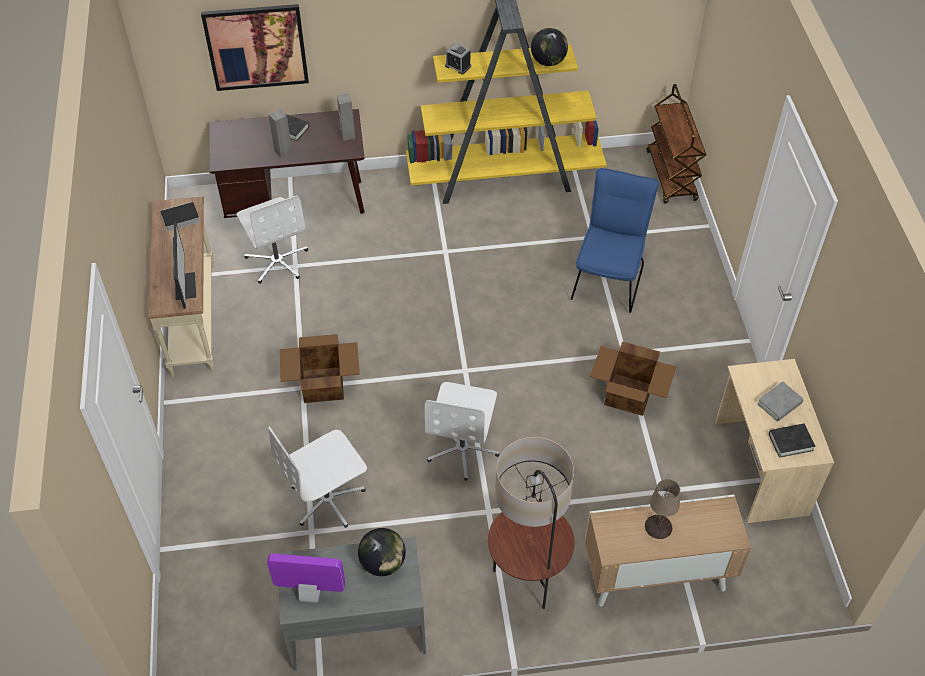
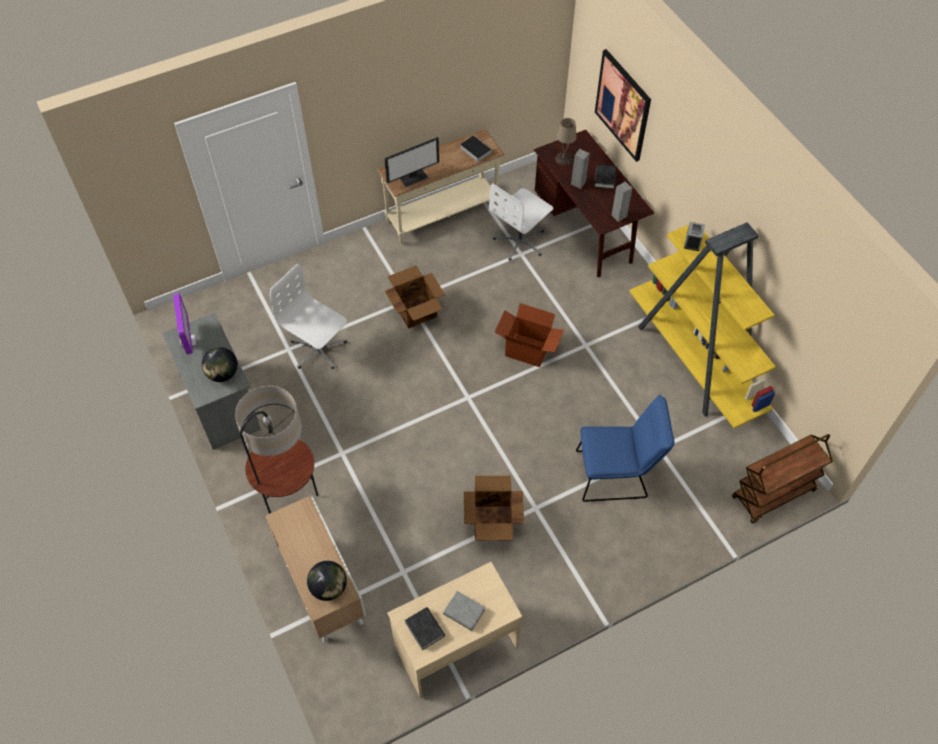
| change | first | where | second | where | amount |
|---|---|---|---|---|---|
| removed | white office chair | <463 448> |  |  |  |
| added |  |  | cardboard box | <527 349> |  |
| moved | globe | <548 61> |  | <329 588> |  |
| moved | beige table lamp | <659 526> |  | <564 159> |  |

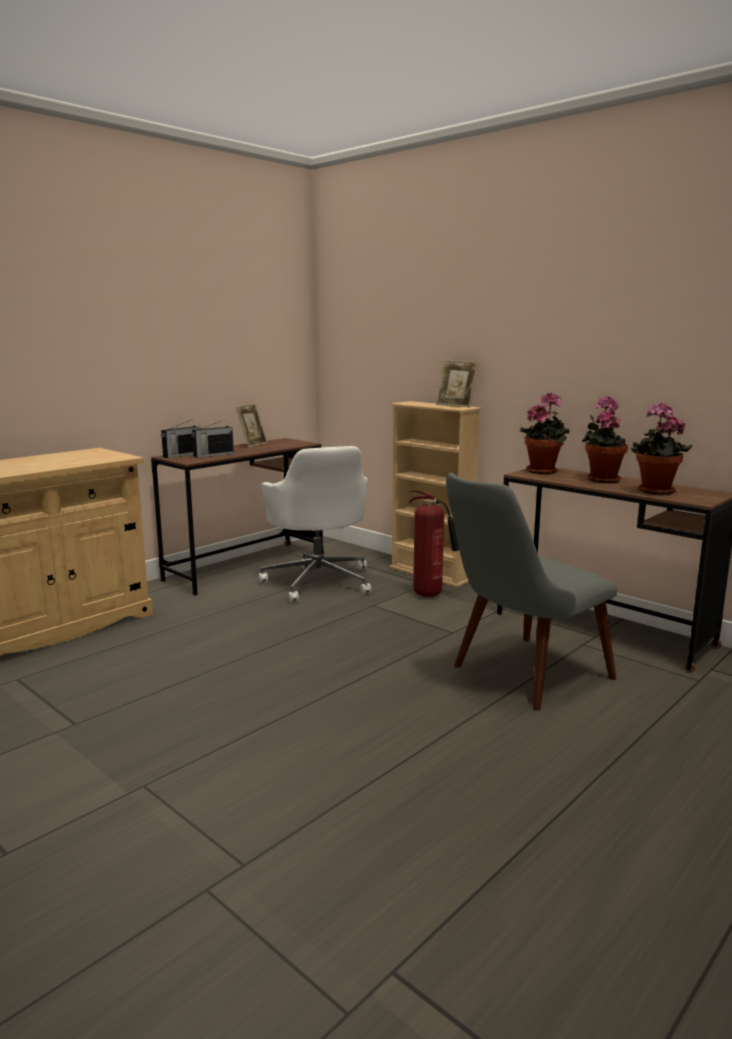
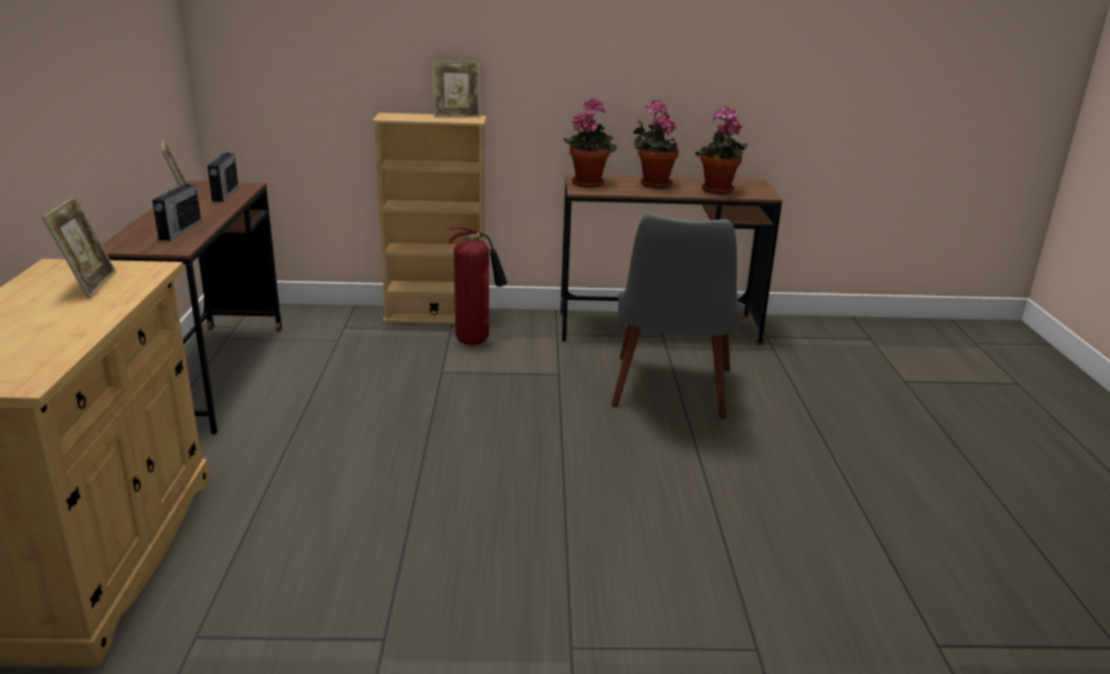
| change | first | where | second | where | amount |
|---|---|---|---|---|---|
| removed | white office chair | <318 581> |  |  |  |
| added |  |  | picture frame | <89 285> |  |
| moved | radio | <181 455> |  | <225 194> |  |

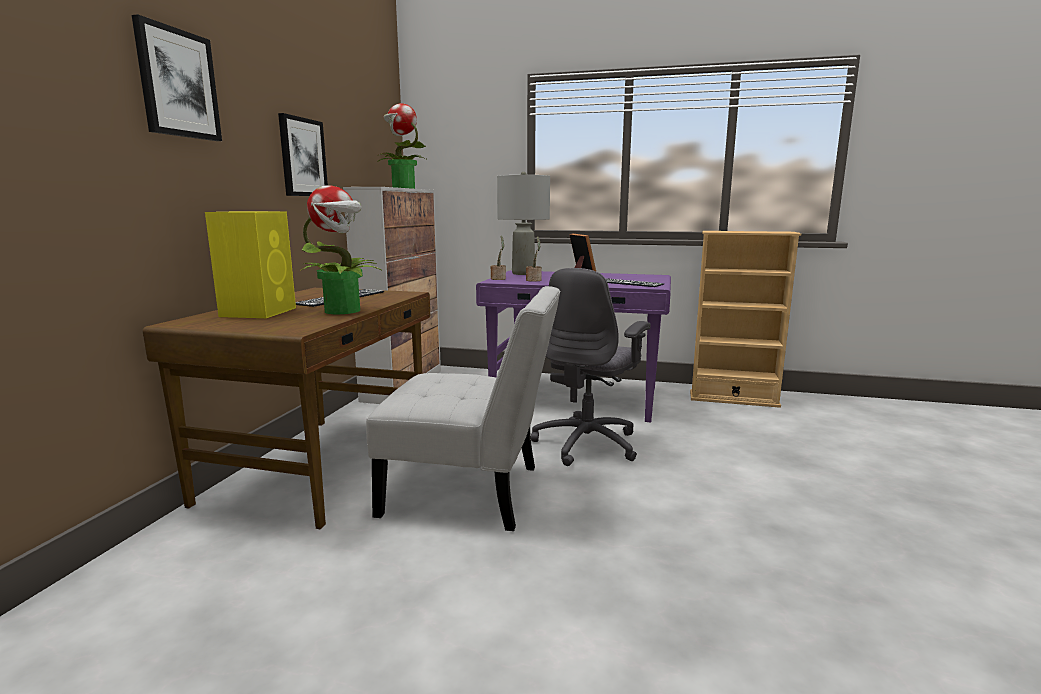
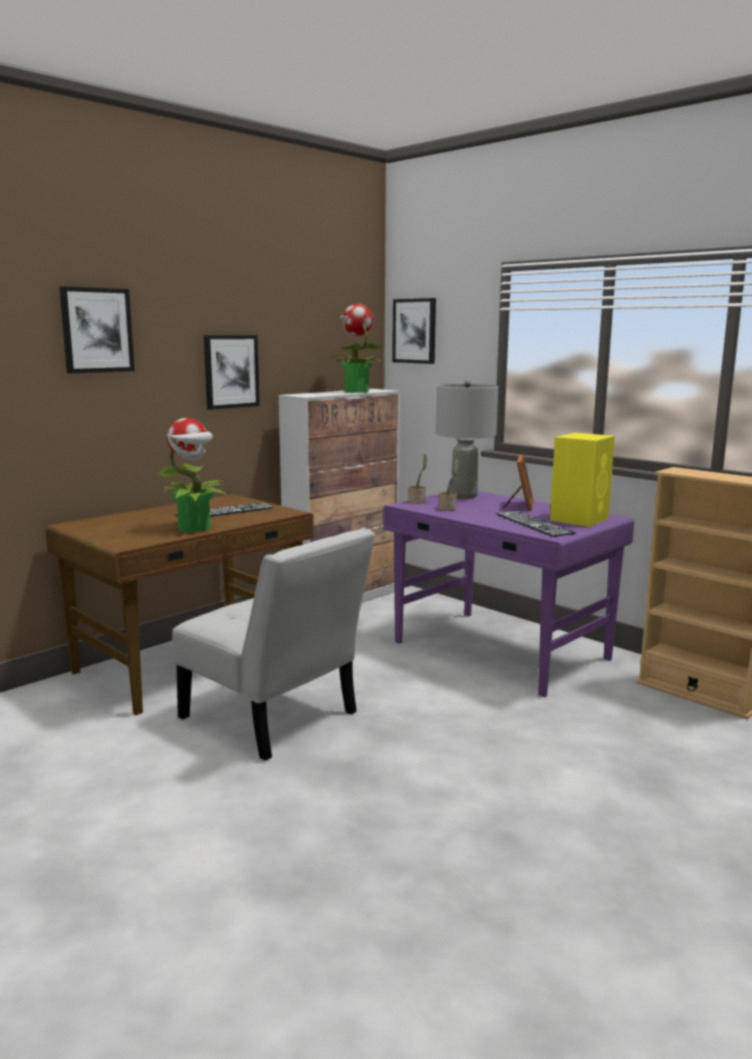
| change | first | where | second | where | amount |
|---|---|---|---|---|---|
| removed | grey office chair | <587 444> |  |  |  |
| added |  |  | picture | <415 331> |  |
| moved | yellow speaker | <259 312> |  | <580 519> |  |

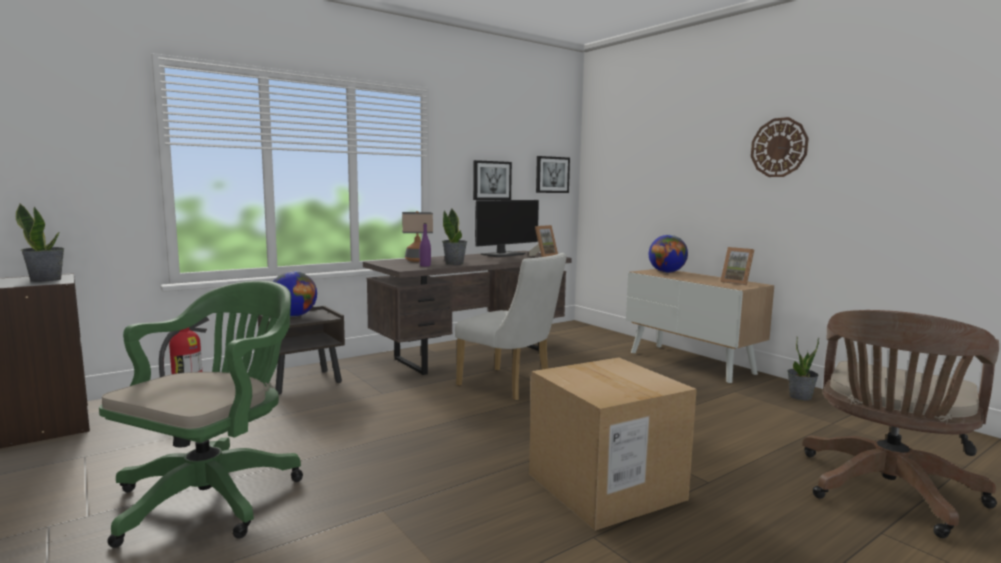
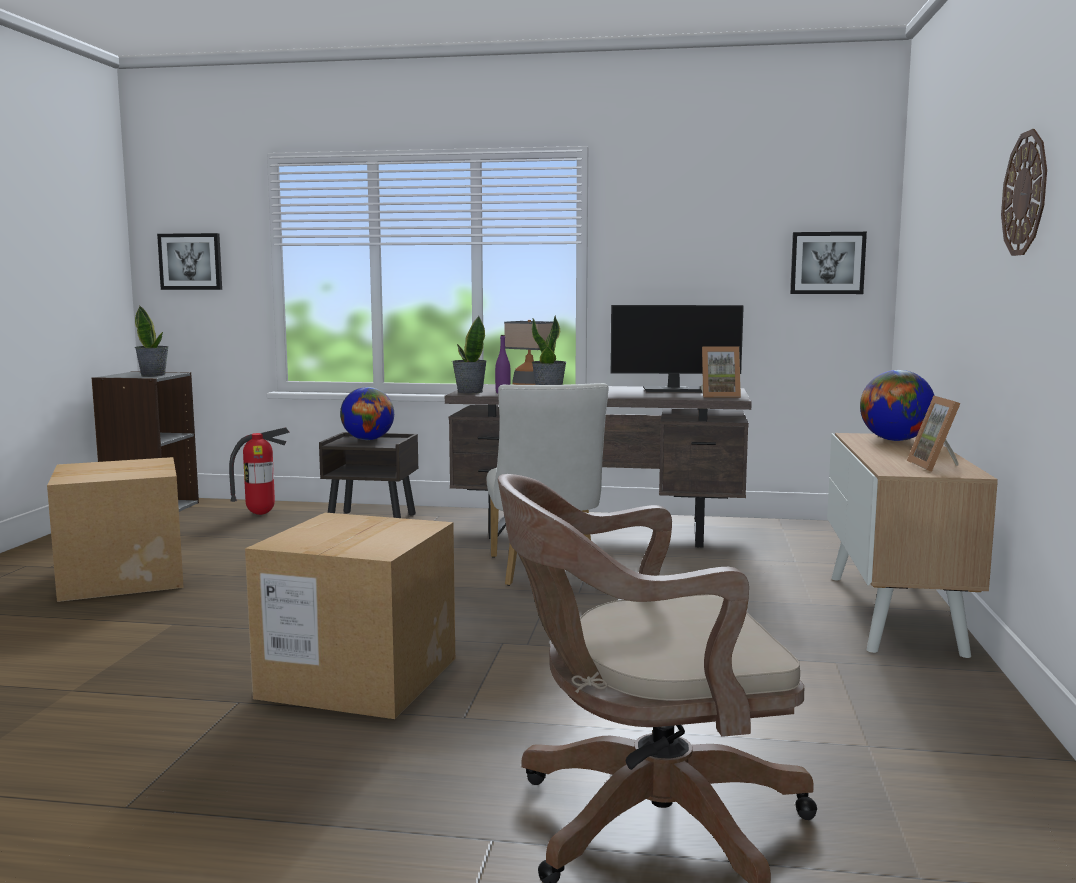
| change | first | where | second | where | amount |
|---|---|---|---|---|---|
| moved | picture | <491 180> |  | <191 261> |  |
| moved | potted plant | <800 397> |  | <469 392> |  |
| replaced | green office chair | <215 495> | cardboard box | <122 578> |  |

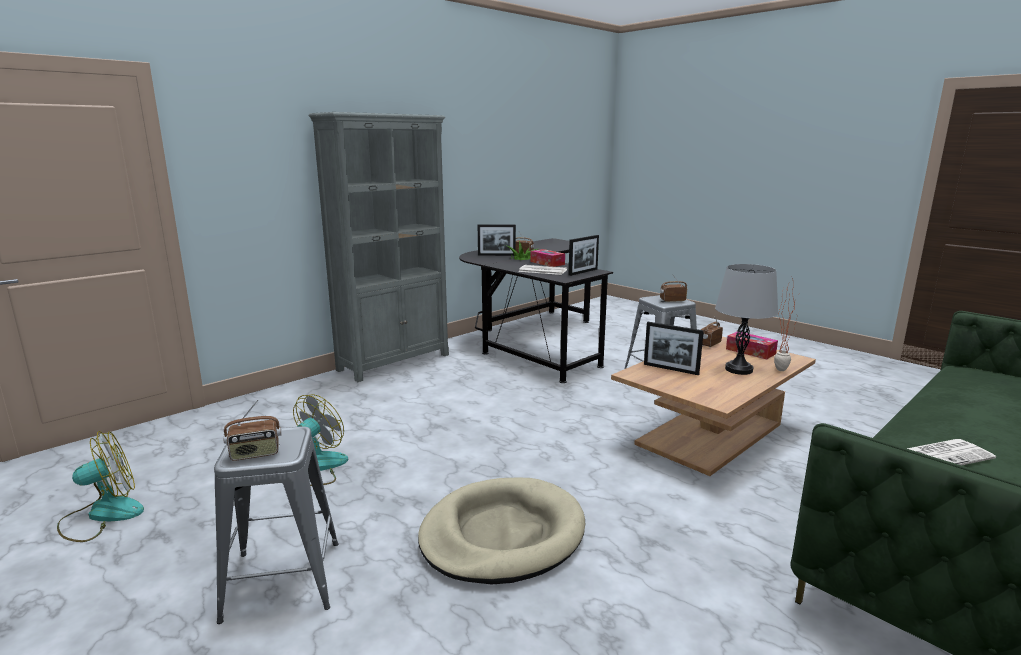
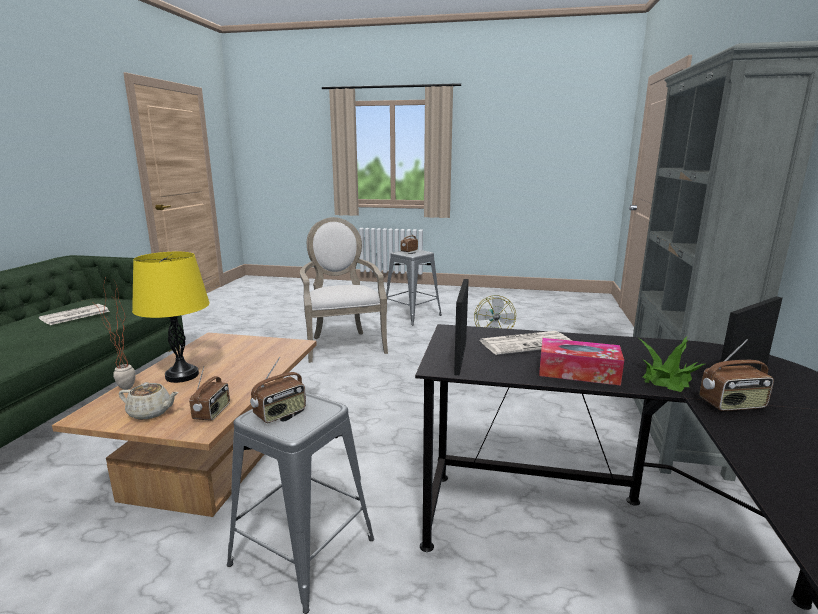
| change | first | where | second | where | amount |
|---|---|---|---|---|---|
| removed | fan | <102 515> |  |  |  |
| removed | picture frame | <671 369> |  |  |  |
| replaced | beige dog bed | <502 535> | armchair | <343 344> |  |
| replaced | tissue box | <750 351> | beige teapot | <151 413> |  |
| recoloured | grey table lamp | <738 369> | yellow table lamp | <182 375> |  |

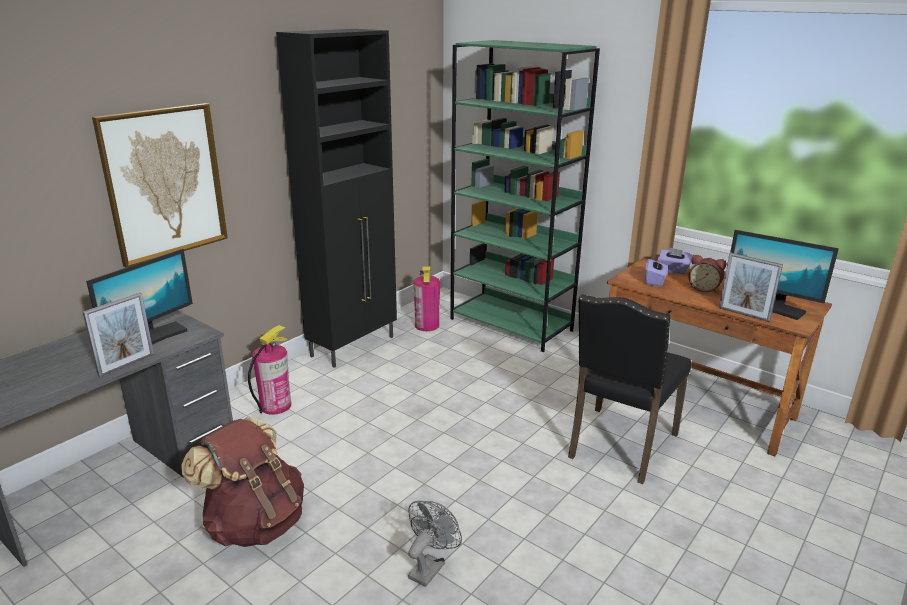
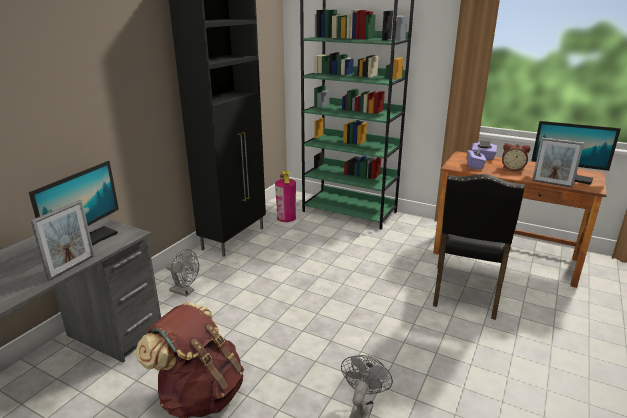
| change | first | where | second | where | amount |
|---|---|---|---|---|---|
| removed | picture | <164 183> |  |  |  |
| replaced | fire extinguisher | <275 405> | grey fan | <185 292> |  |

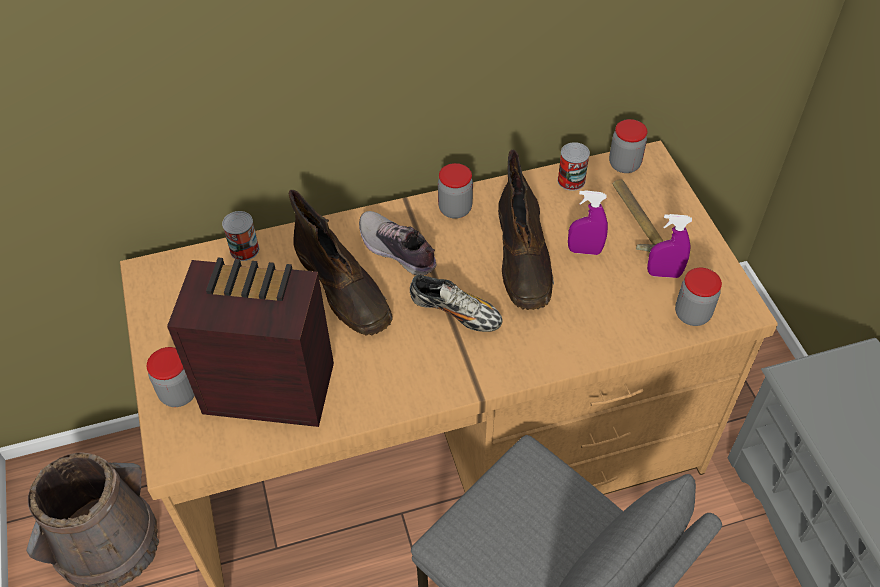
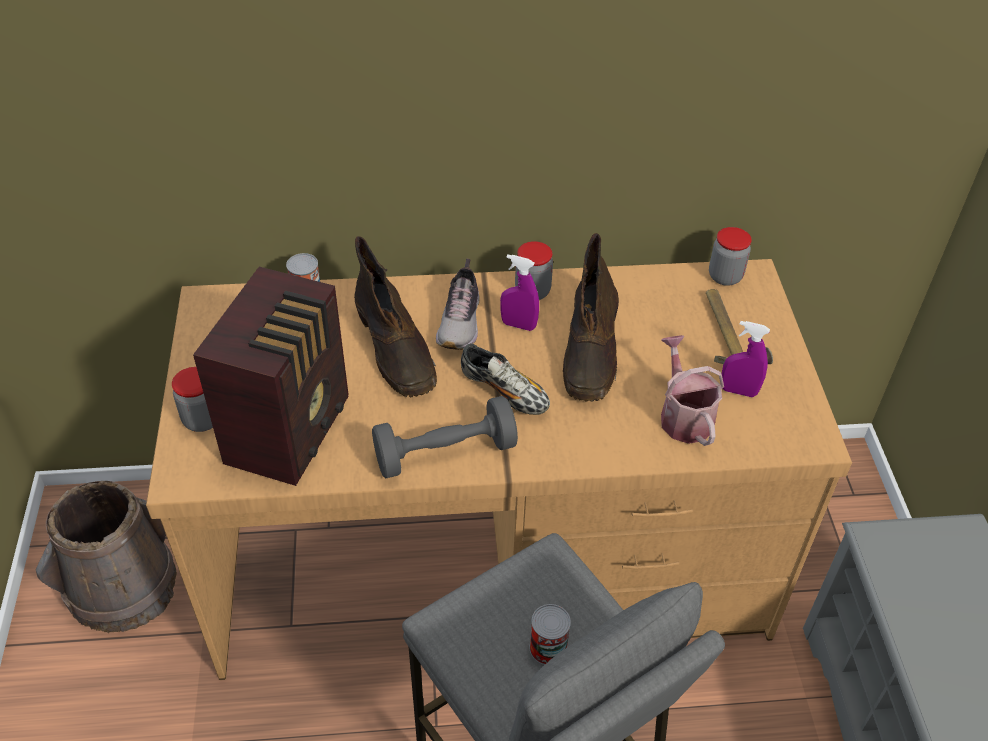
| change | first | where | second | where | amount |
|---|---|---|---|---|---|
| removed | jar | <692 314> |  |  |  |
| added |  |  | grey dumbbell | <445 453> |  |
| added |  |  | watering can | <683 415> |  |
| moved | can | <571 180> |  | <548 648> |  |
| moved | purple spray bottle | <584 251> |  | <518 325> |  |
| turned | radio | <267 386> |  | <292 429> | 90 degrees clockwise |
| turned | shoe | <397 251> |  | <461 322> | 135 degrees counterclockwise |

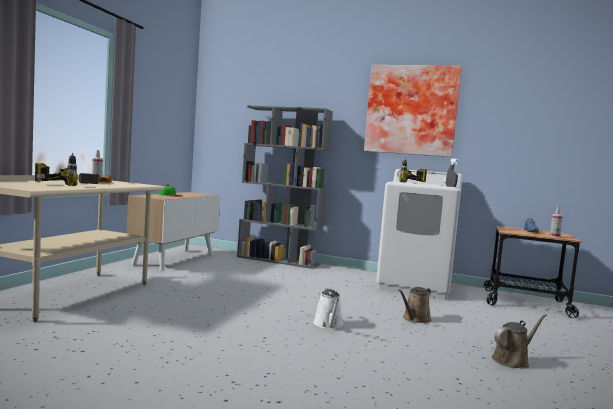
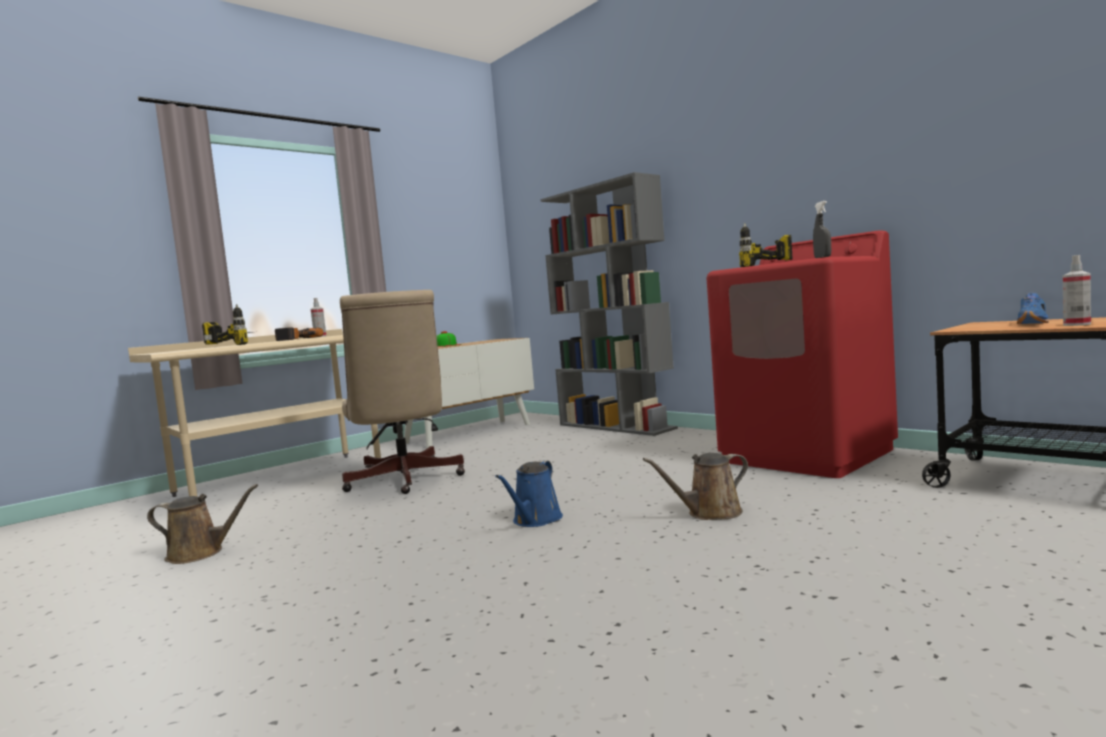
| change | first | where | second | where | amount |
|---|---|---|---|---|---|
| removed | picture | <411 110> |  |  |  |
| added |  |  | beige office chair | <403 481> |  |
| moved | brown watering can | <512 360> |  | <200 553> |  |
| recoloured | white watering can | <328 324> | blue watering can | <535 520> |  |
| recoloured | white washing machine | <415 286> | red washing machine | <808 456> |  |

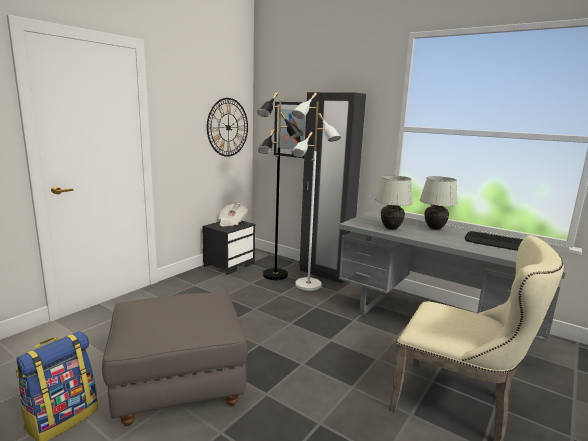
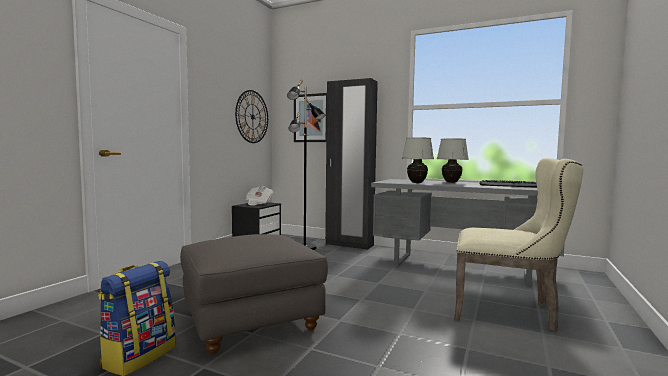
| change | first | where | second | where | amount |
|---|---|---|---|---|---|
| removed | white floor lamp | <308 285> |  |  |  |

